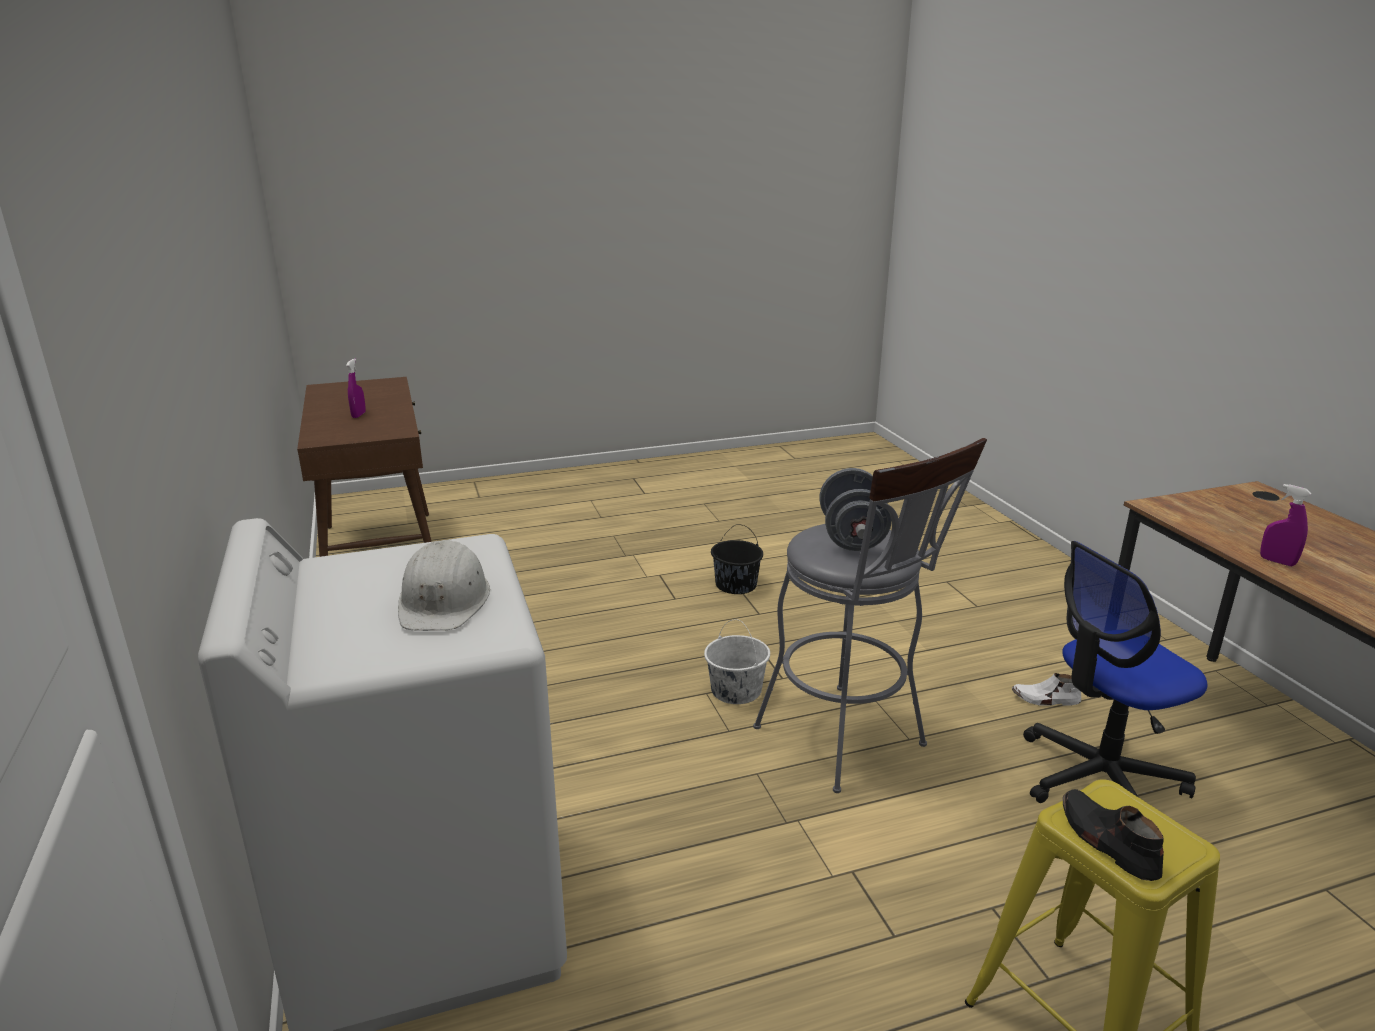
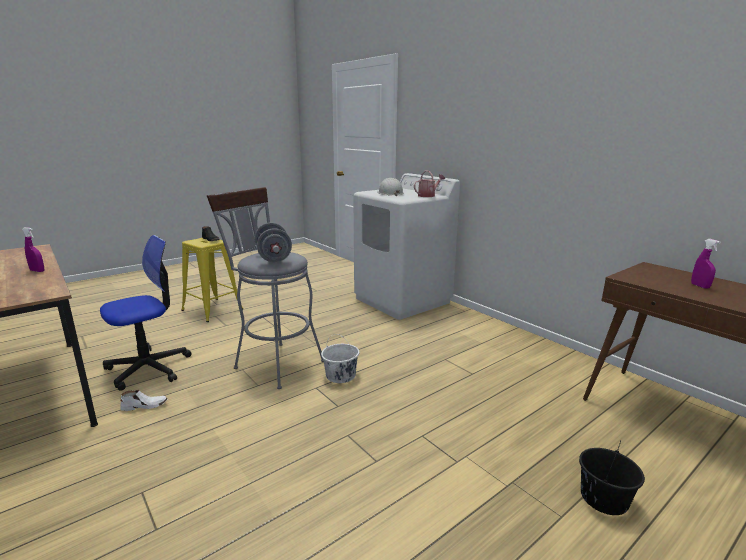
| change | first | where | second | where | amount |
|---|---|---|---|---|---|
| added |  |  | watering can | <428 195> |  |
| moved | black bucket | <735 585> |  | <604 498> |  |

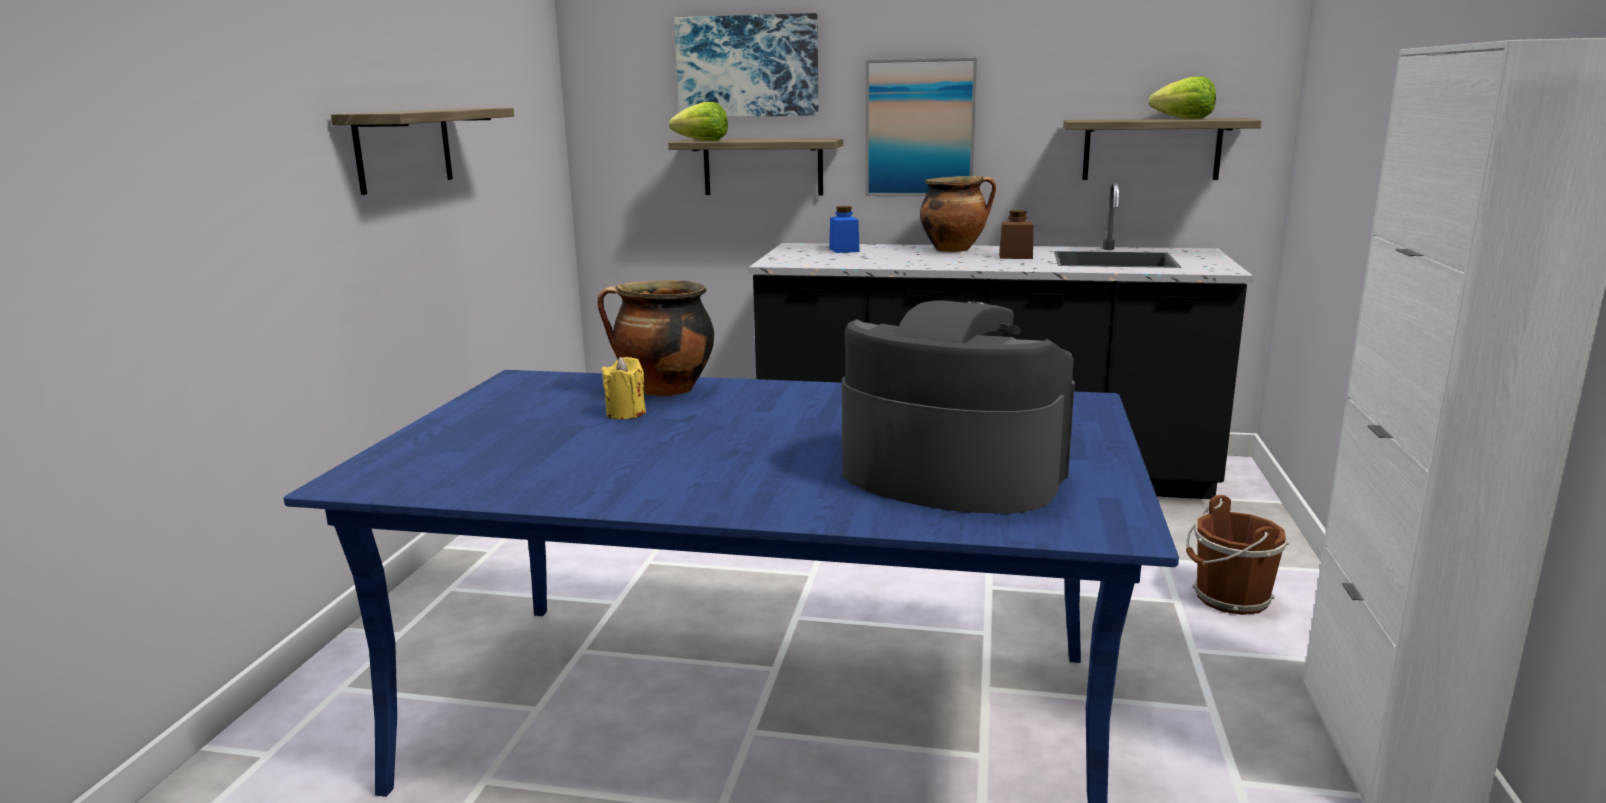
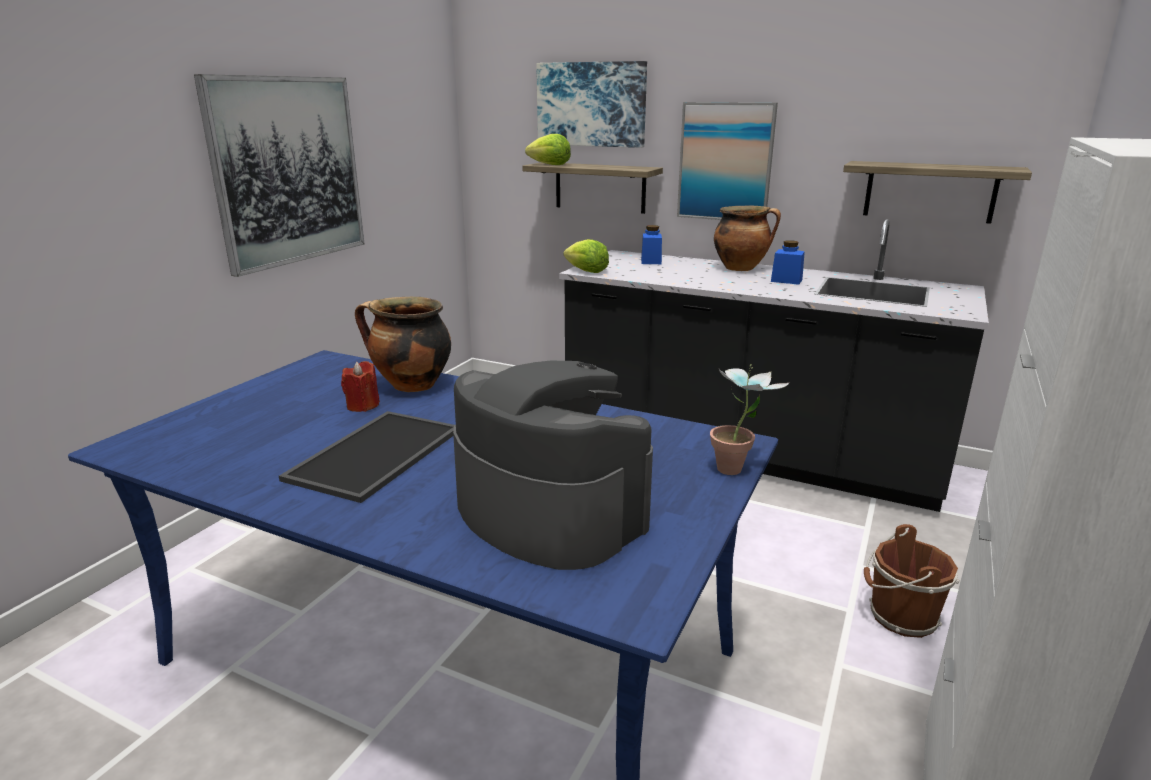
| change | first | where | second | where | amount |
|---|---|---|---|---|---|
| added |  |  | tray | <375 453> |  |
| added |  |  | potted plant | <738 468> |  |
| moved | lettuce | <1184 118> |  | <586 271> |  |
| replaced | shelf | <404 149> | picture | <288 171> |  |
| recoloured | yellow candle | <626 413> | red candle | <362 405> |  |
| recoloured | brown jar | <1015 256> | blue jar | <786 280> |  |

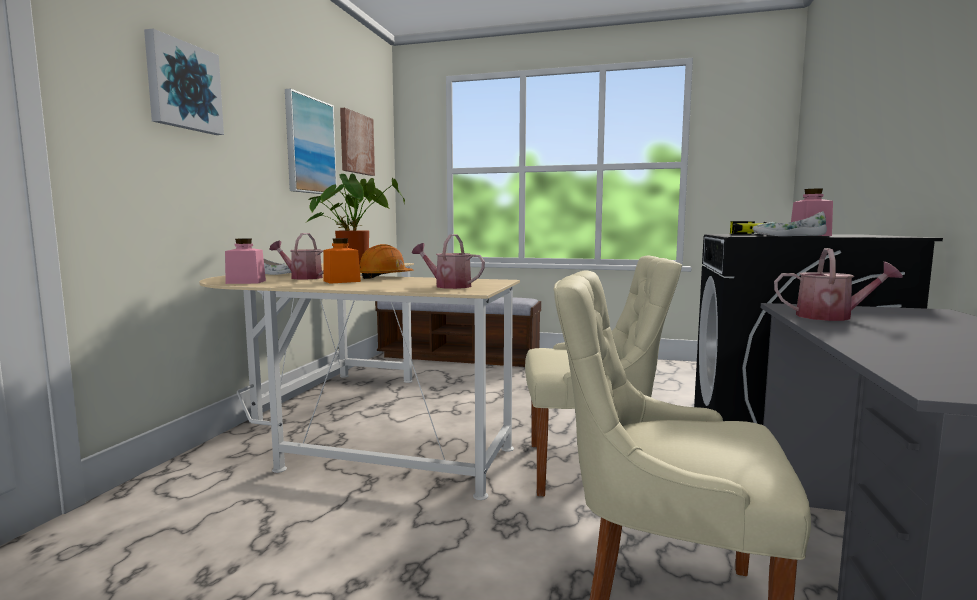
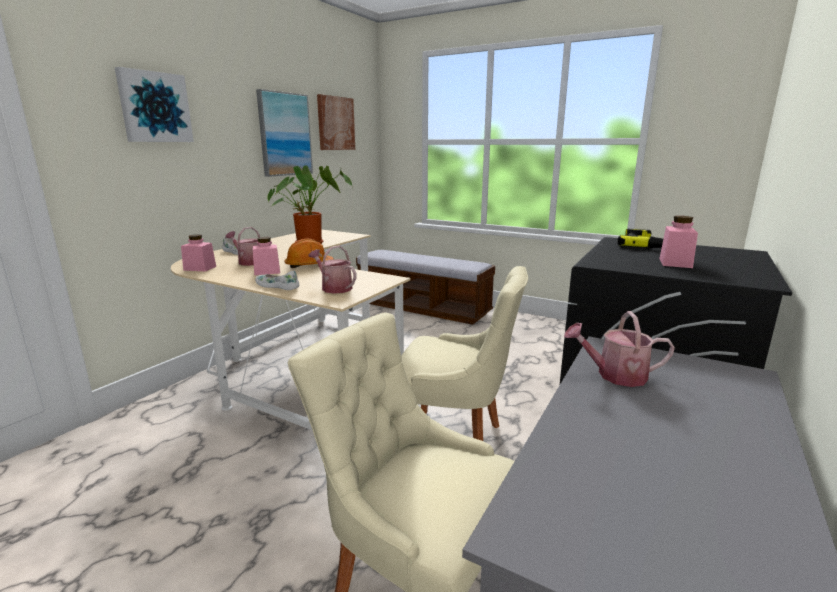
| change | first | where | second | where | amount |
|---|---|---|---|---|---|
| moved | white shoe | <788 236> |  | <277 286> |  |
| recoloured | orange jar | <342 281> | pink jar | <267 271> |  |
| turned | watering can | <831 317> |  | <614 375> | 150 degrees clockwise |

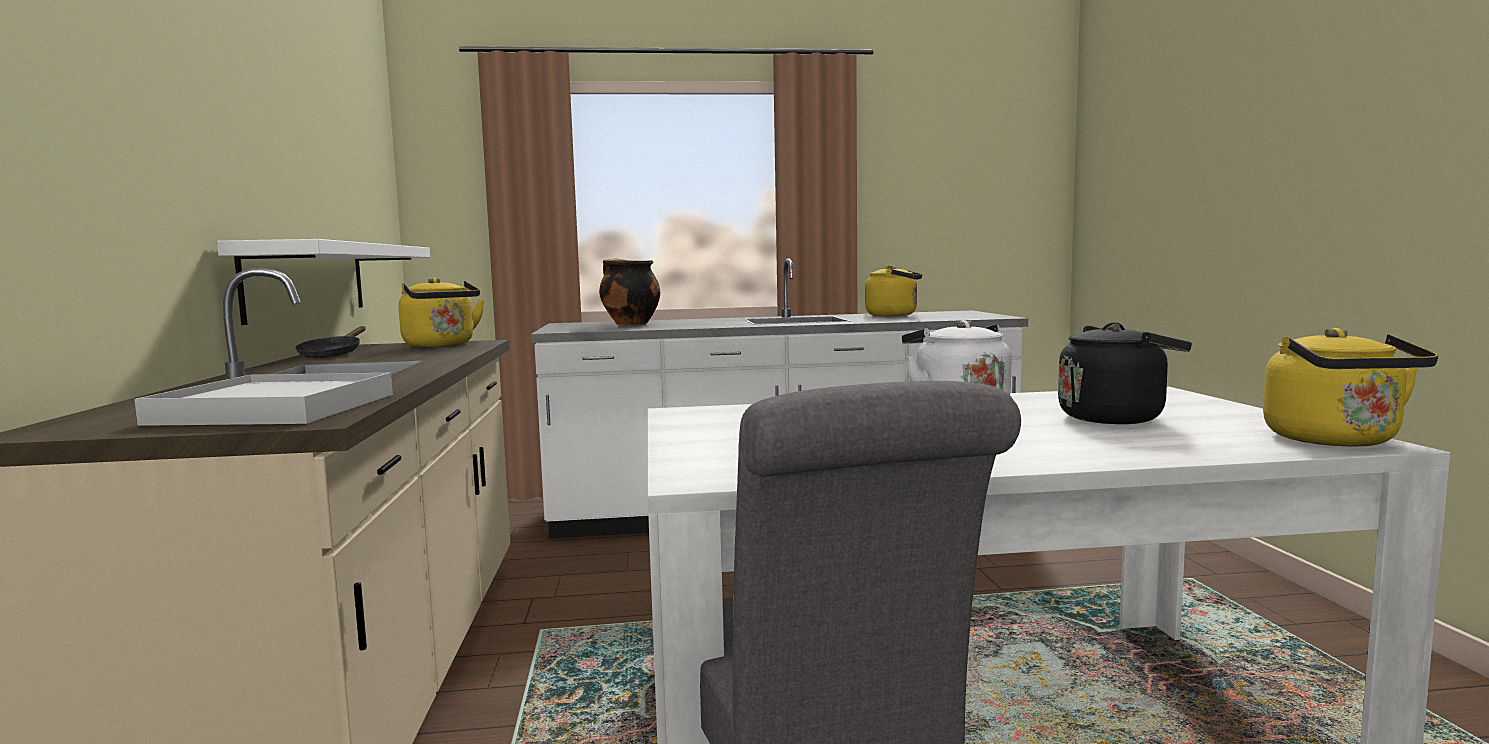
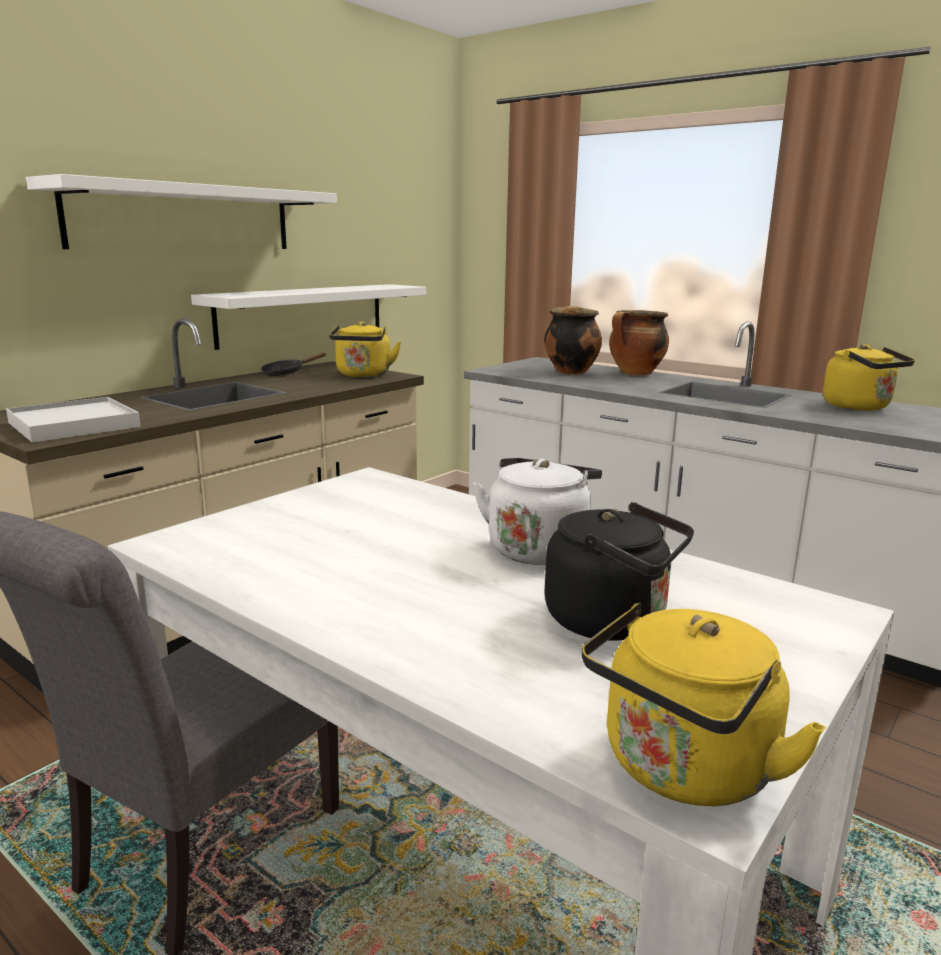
| change | first | where | second | where | amount |
|---|---|---|---|---|---|
| added |  |  | white shelf | <184 218> |  |
| added |  |  | cooking pot | <635 373> |  |

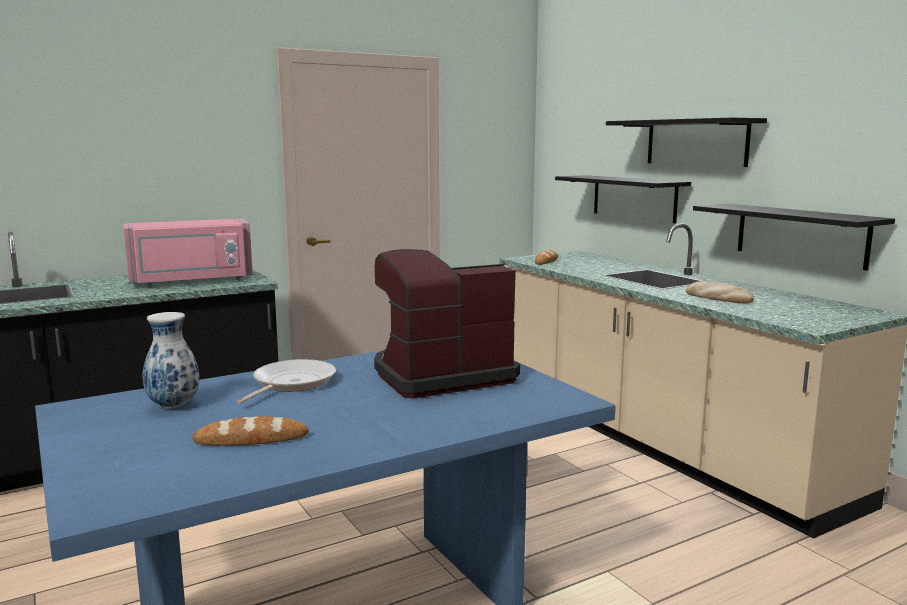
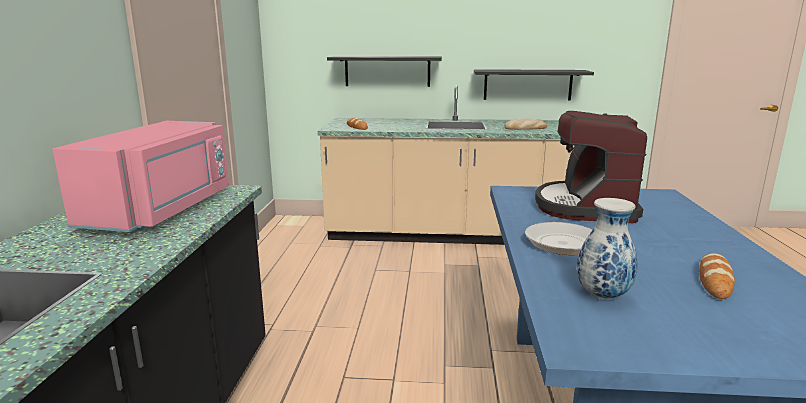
| change | first | where | second | where | amount |
|---|---|---|---|---|---|
| removed | black shelf | <696 142> |  |  |  |

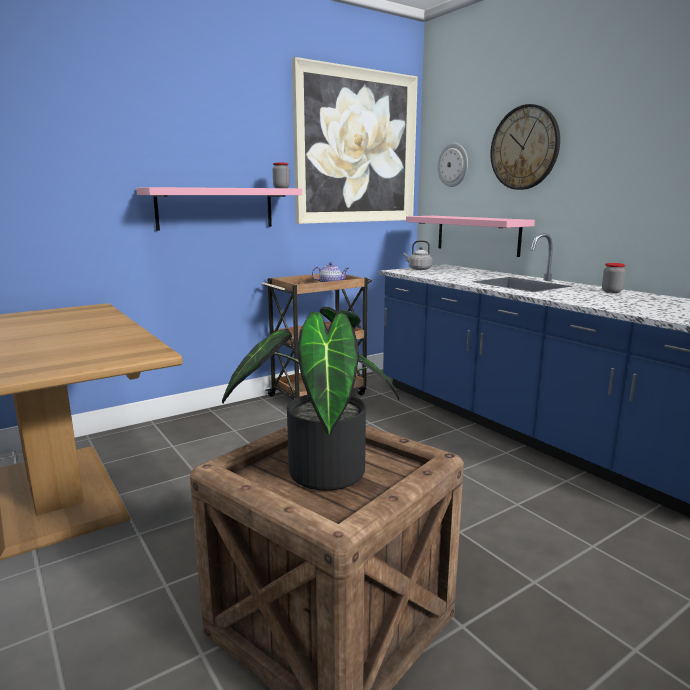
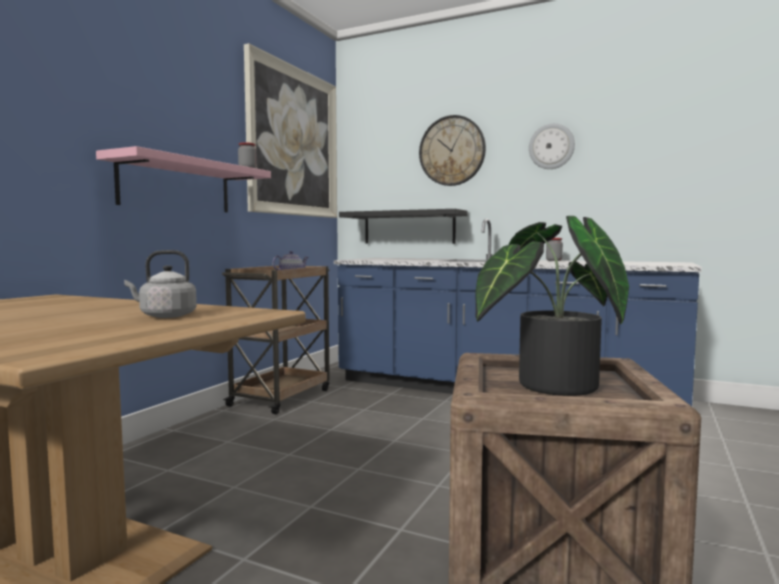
| change | first | where | second | where | amount |
|---|---|---|---|---|---|
| moved | grey kettle | <418 269> |  | <165 316> |  |
| moved | wall clock | <453 165> |  | <551 146> |  |
| recoloured | pink shelf | <477 235> | black shelf | <409 227> |  |

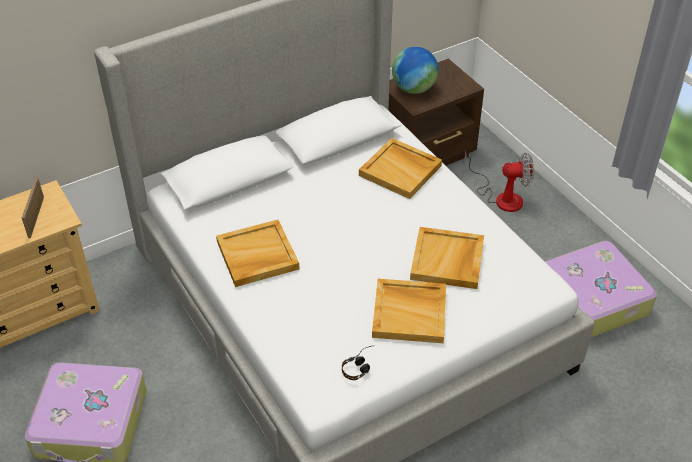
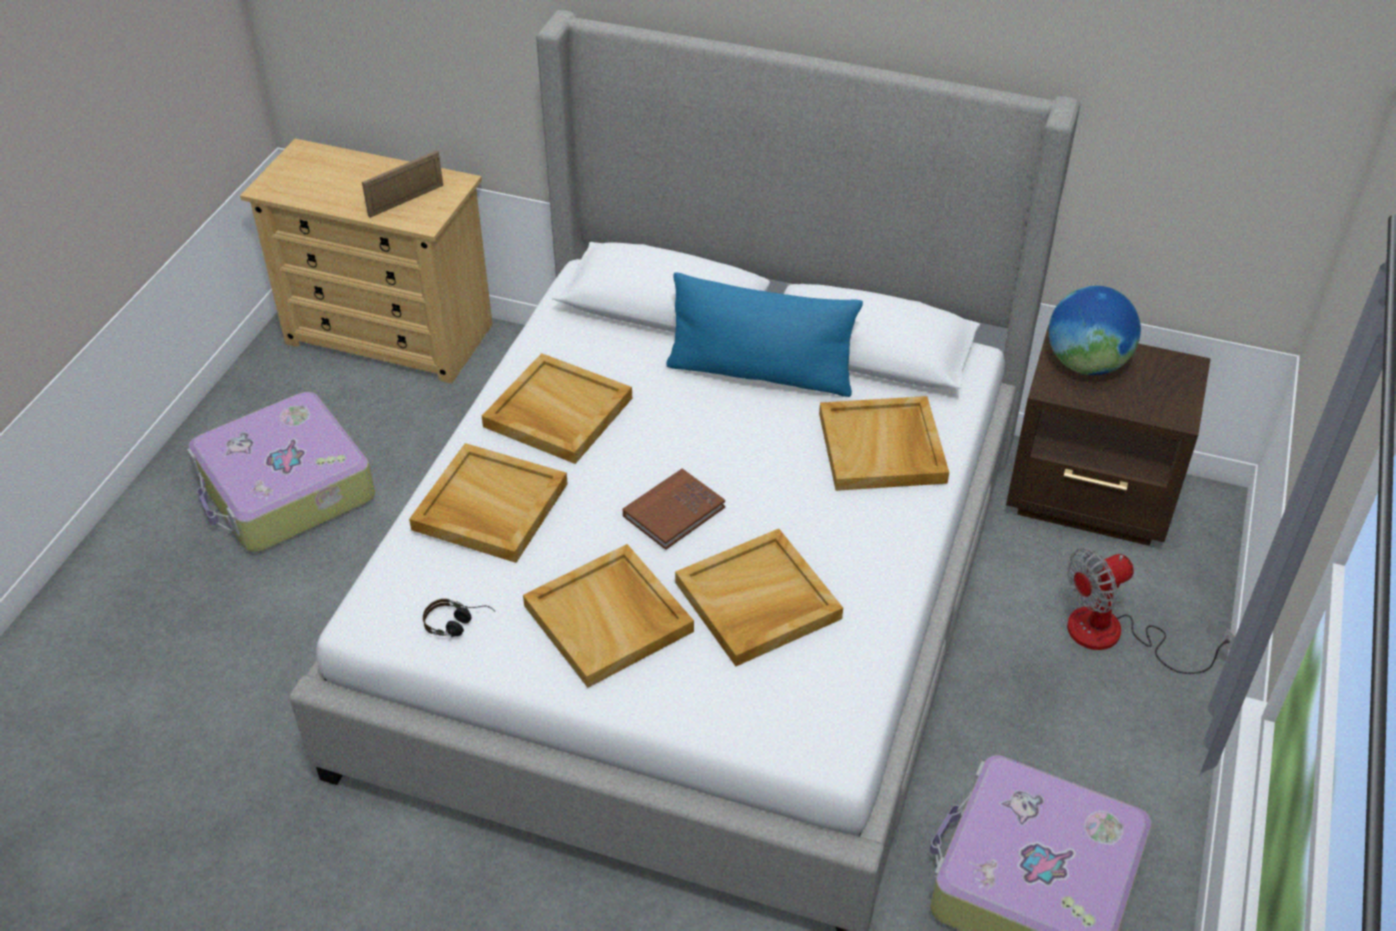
| change | first | where | second | where | amount |
|---|---|---|---|---|---|
| added |  |  | beige tray | <488 507> |  |
| added |  |  | brown book | <674 512> |  |
| added |  |  | blue pillow | <760 373> |  |
| turned | fan | <501 197> |  | <1114 636> | 105 degrees clockwise |

